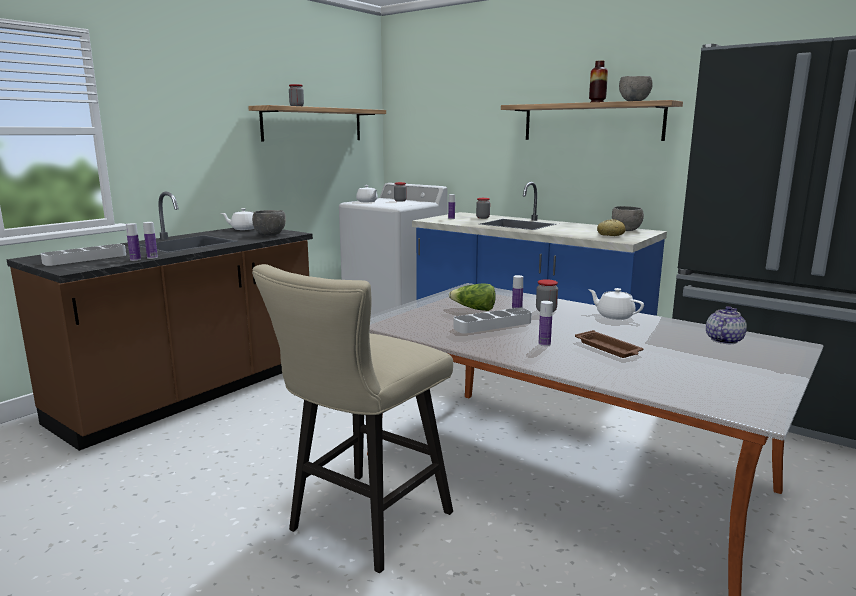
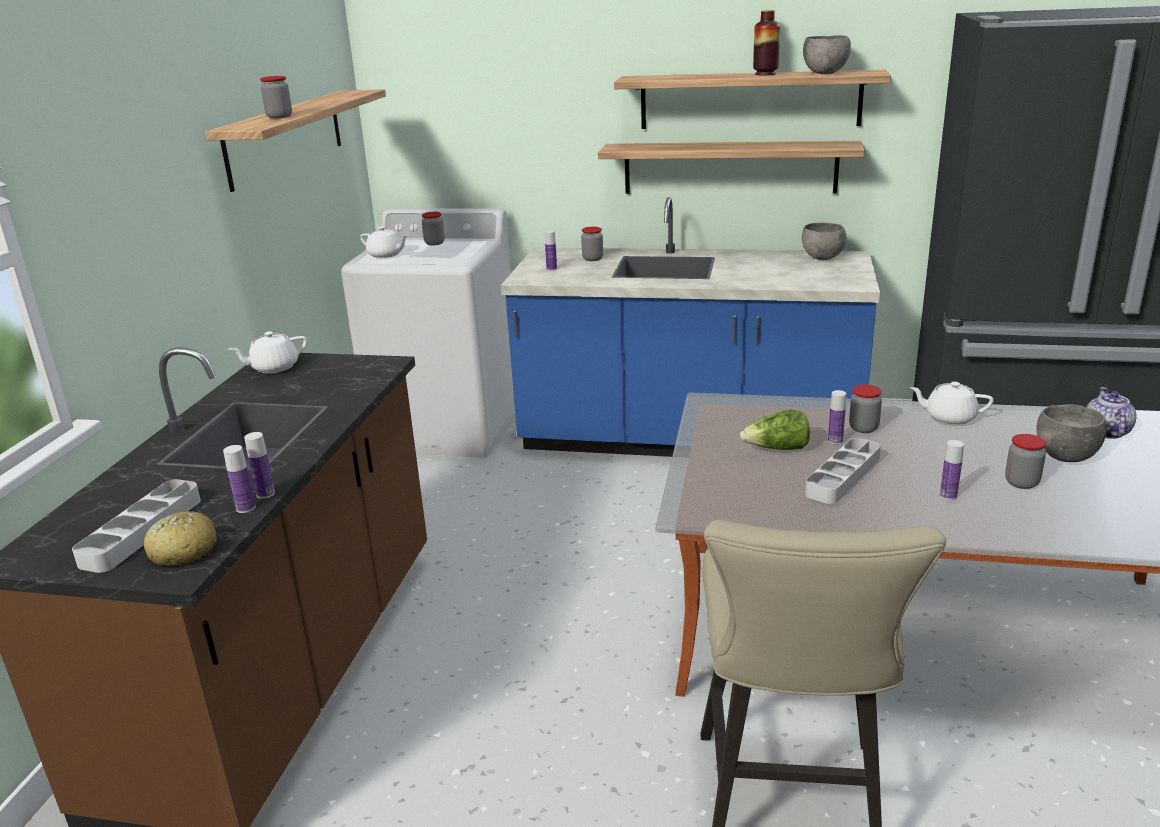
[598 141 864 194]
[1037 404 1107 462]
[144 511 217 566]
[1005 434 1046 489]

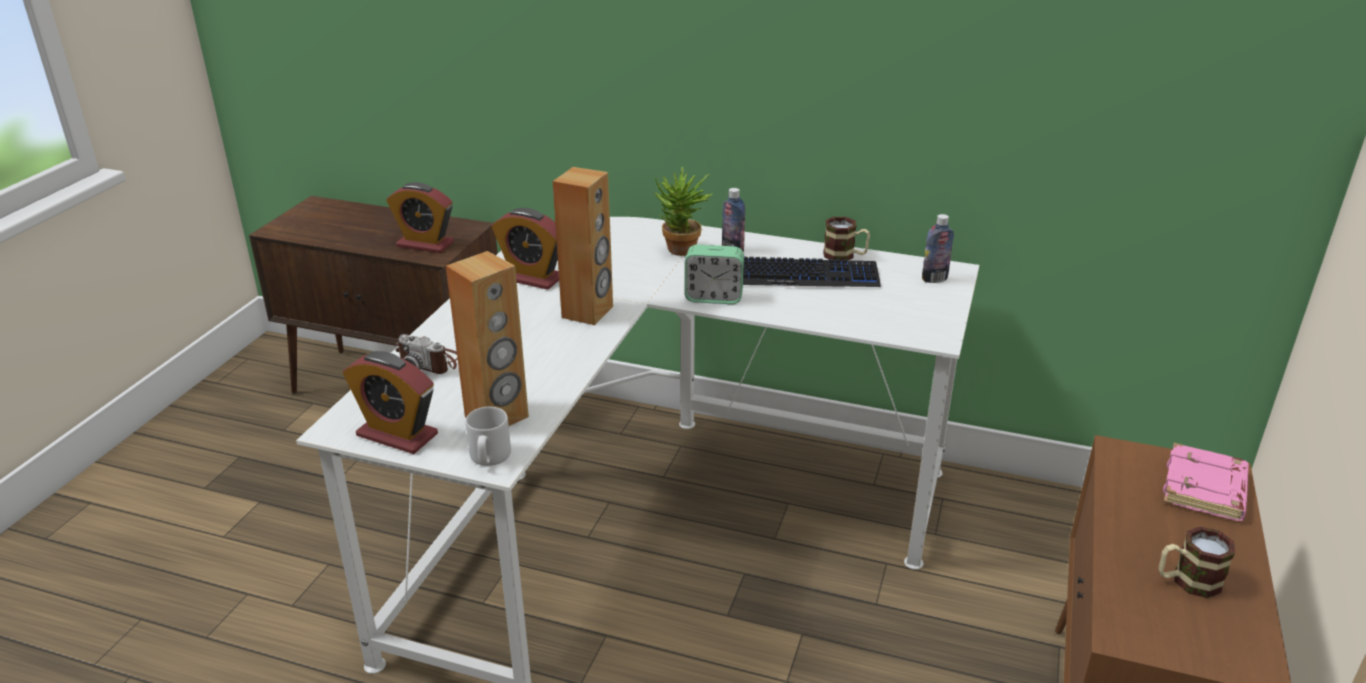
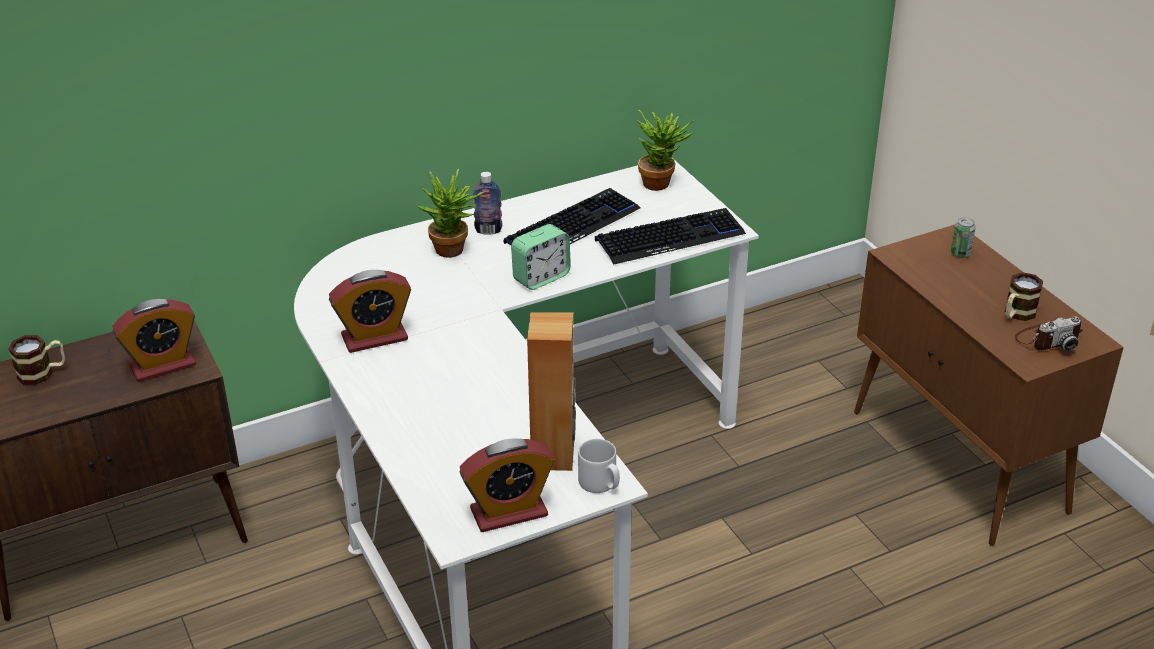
[553 167 613 325] (first image)
[595 208 746 265]
[1015 316 1082 351]
[8 335 65 385]
[637 109 695 191]
[951 217 976 258]

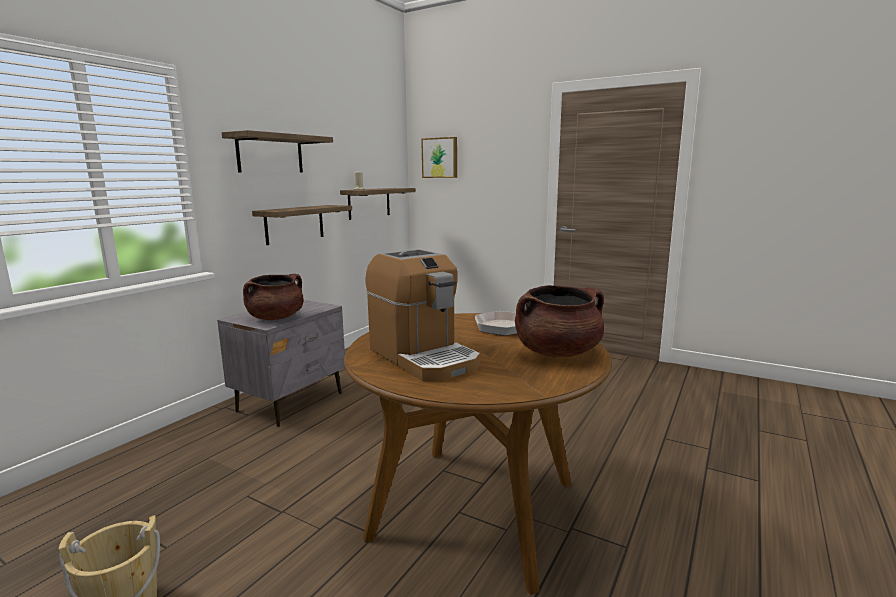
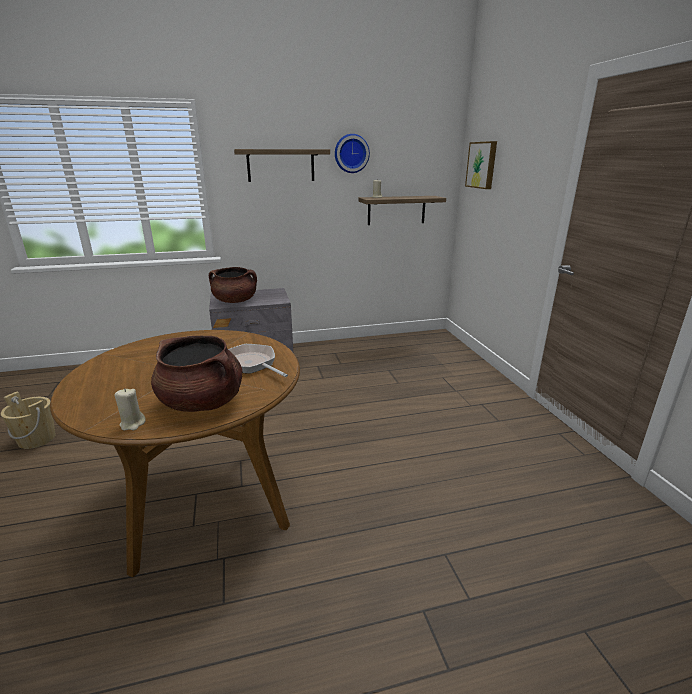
[252 205 352 245] (first image)
[365 249 480 381] (first image)
[115 388 146 431]
[335 134 370 173]

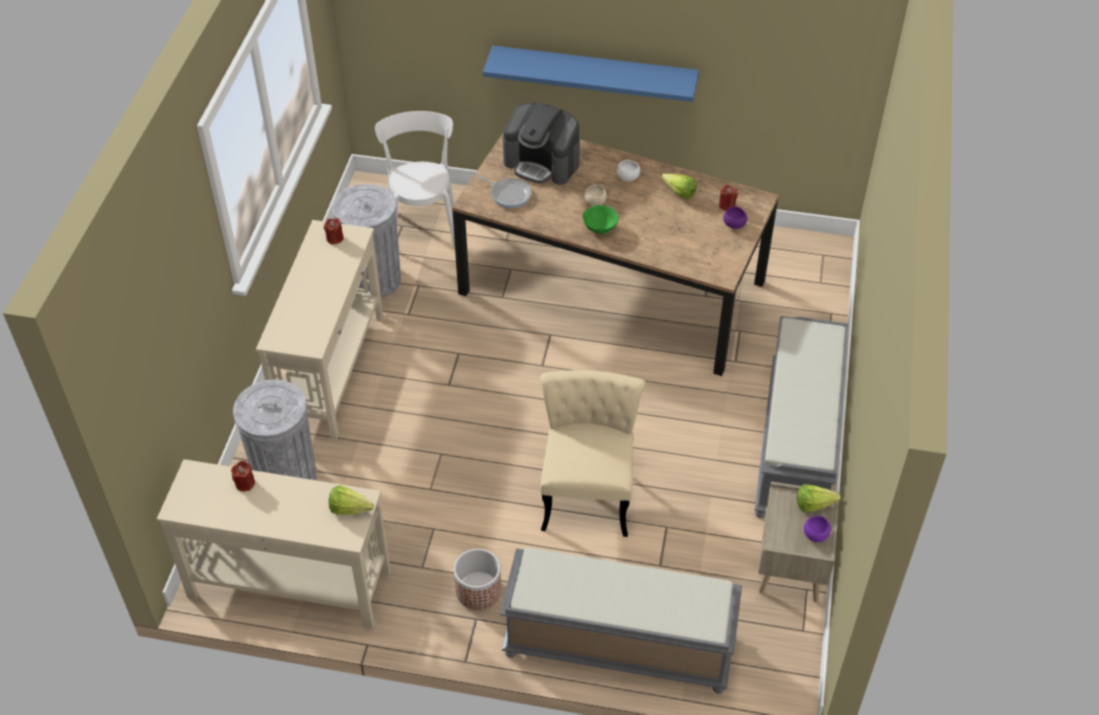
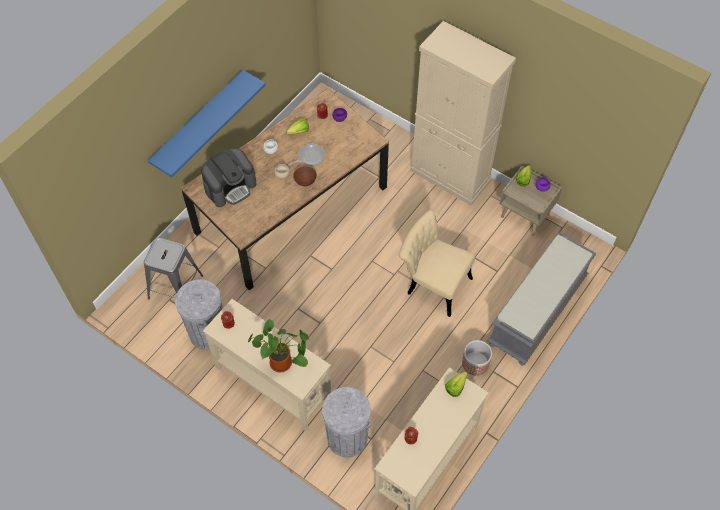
[248 318 309 373]
[288 144 325 166]
[144 238 203 299]
[410 21 516 206]
[293 166 317 186]

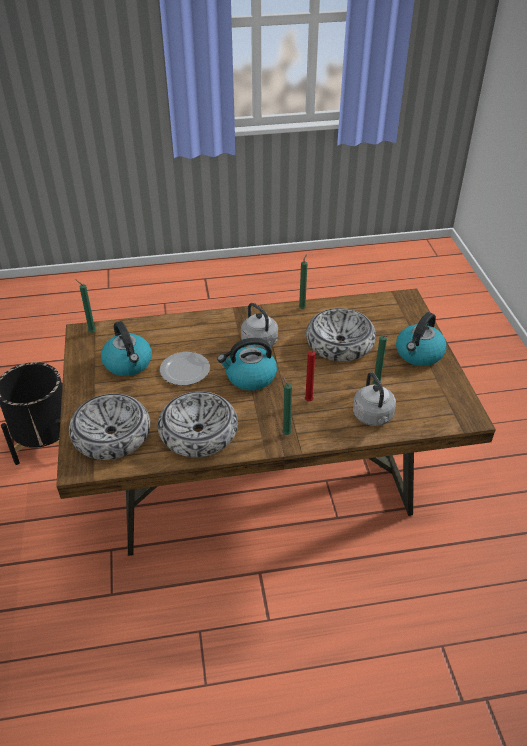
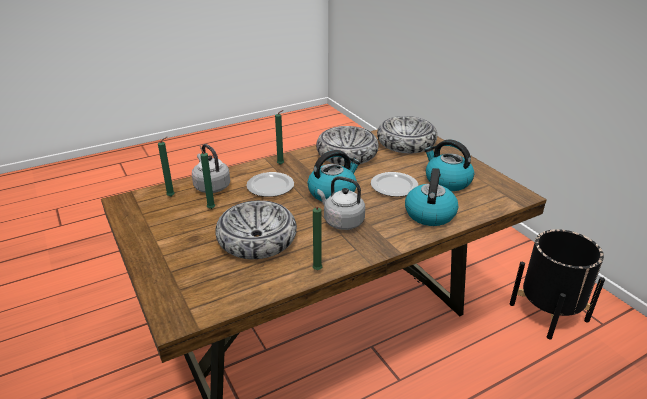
[158 137 175 197]
[405 168 458 226]
[246 172 294 197]

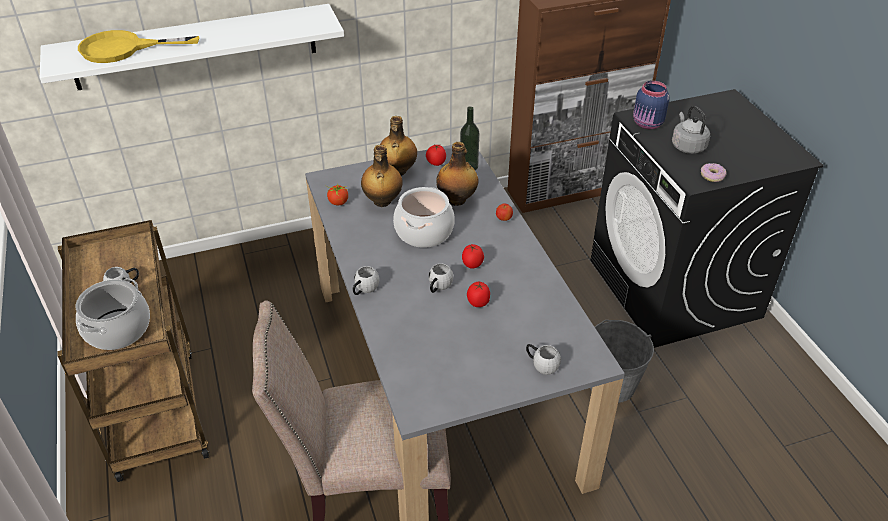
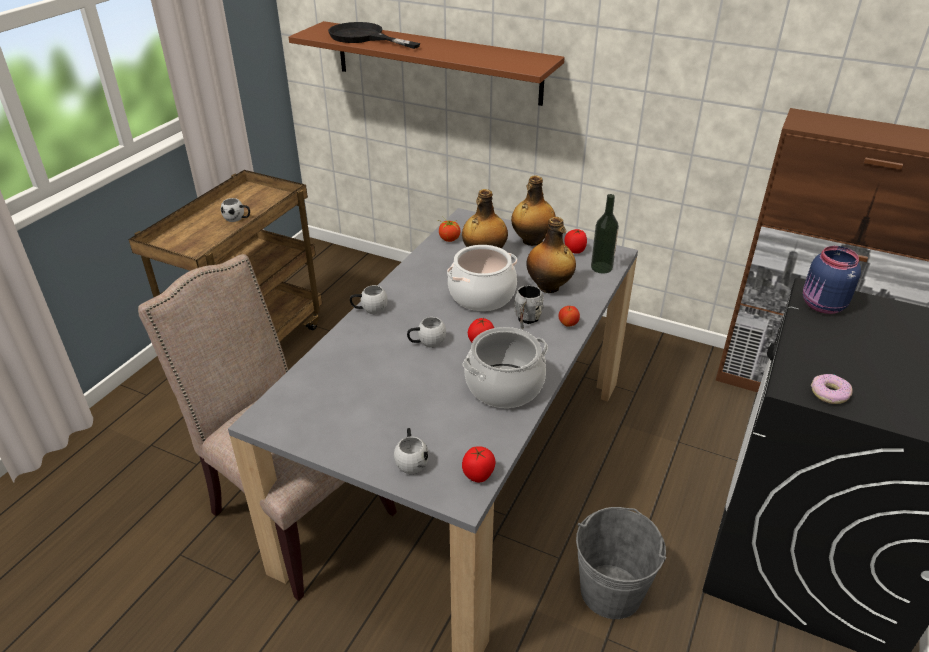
[672 106 710 154] (first image)
[514 285 544 329]
[462 327 548 408]
[462 446 496 482]
[289 21 565 106]
[328 22 420 49]

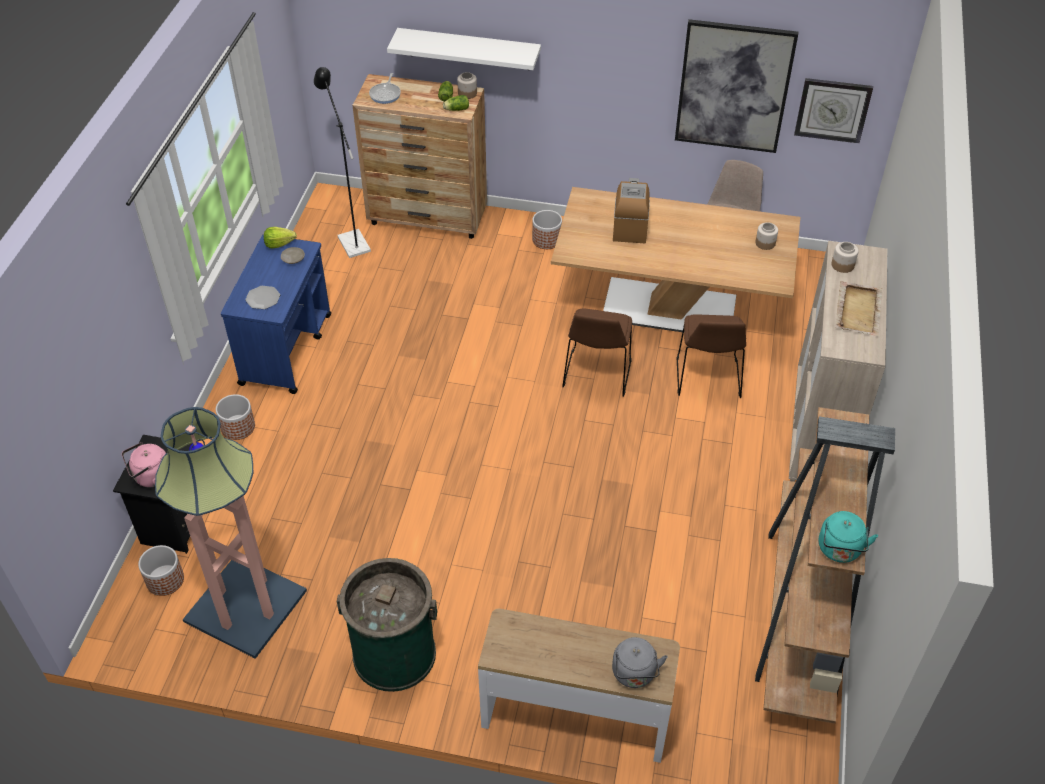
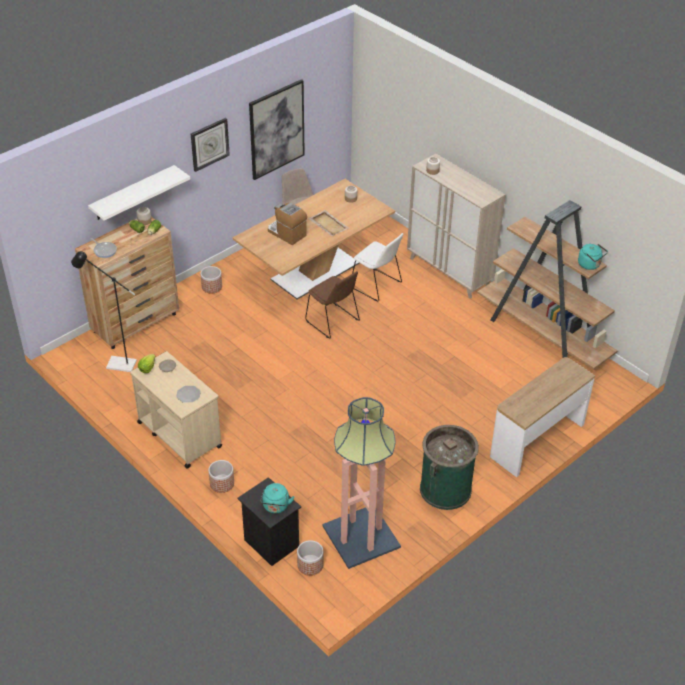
[612 637 667 688] (first image)
[191 118 230 172]
[308 210 349 236]
[261 483 294 514]
[130 351 222 469]
[352 233 403 301]

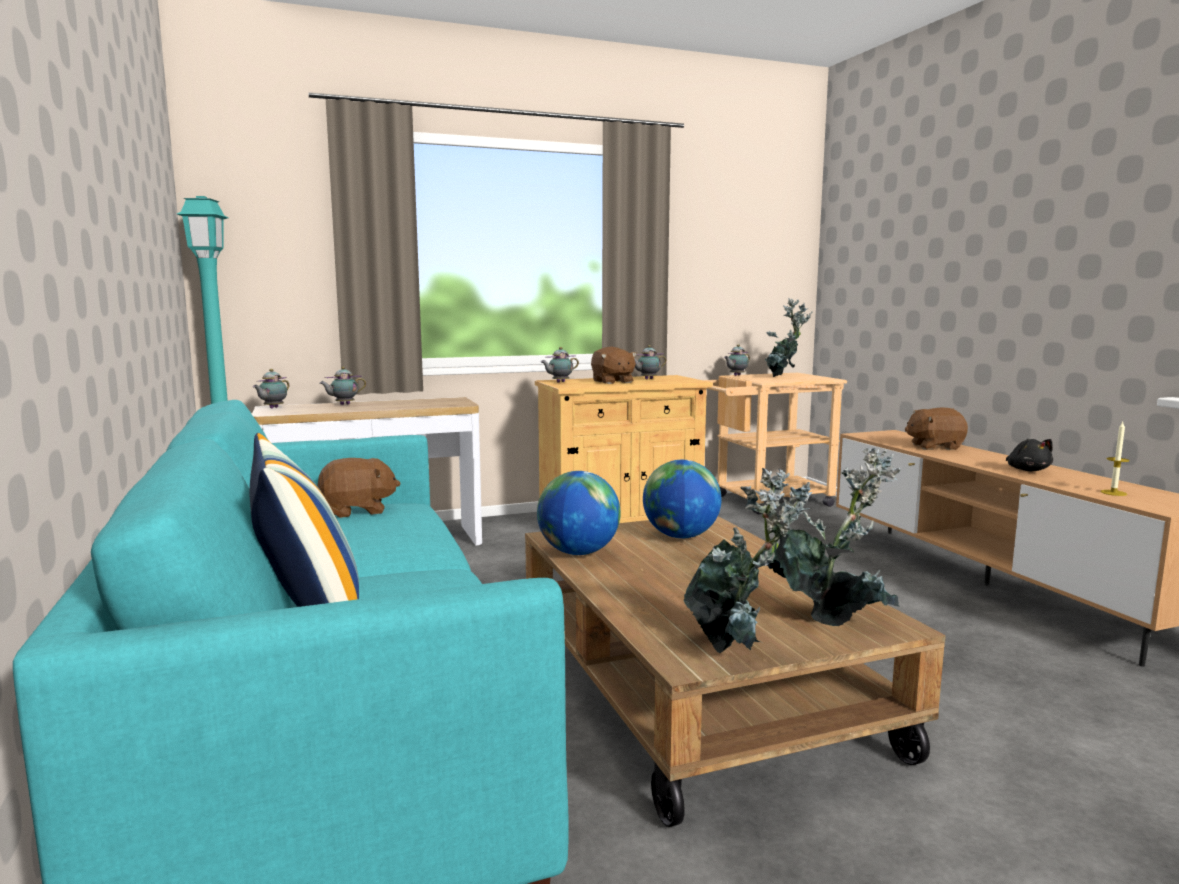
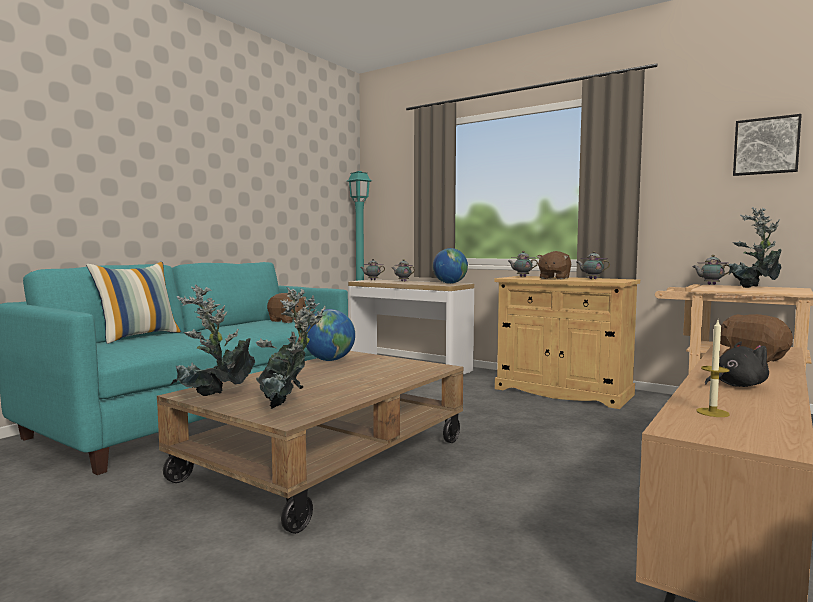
[733 114 802 176]
[433 248 468 284]
[705 342 769 387]

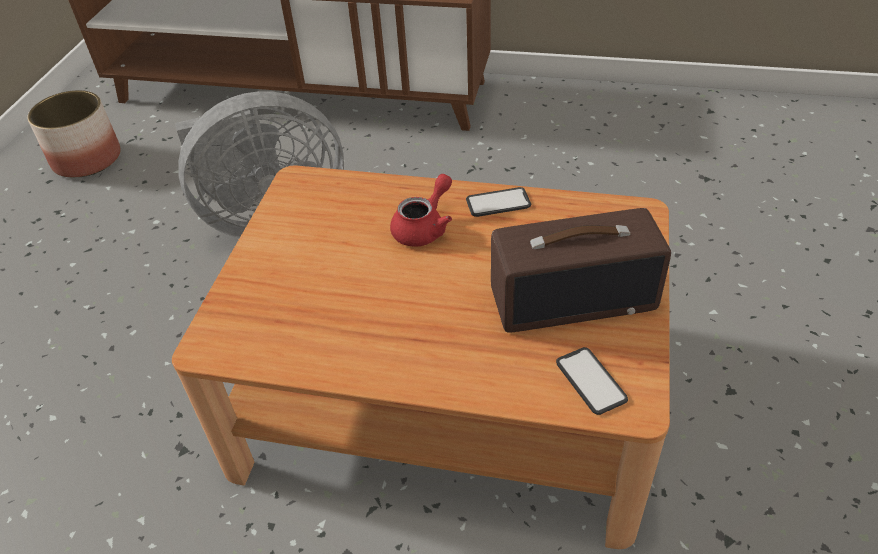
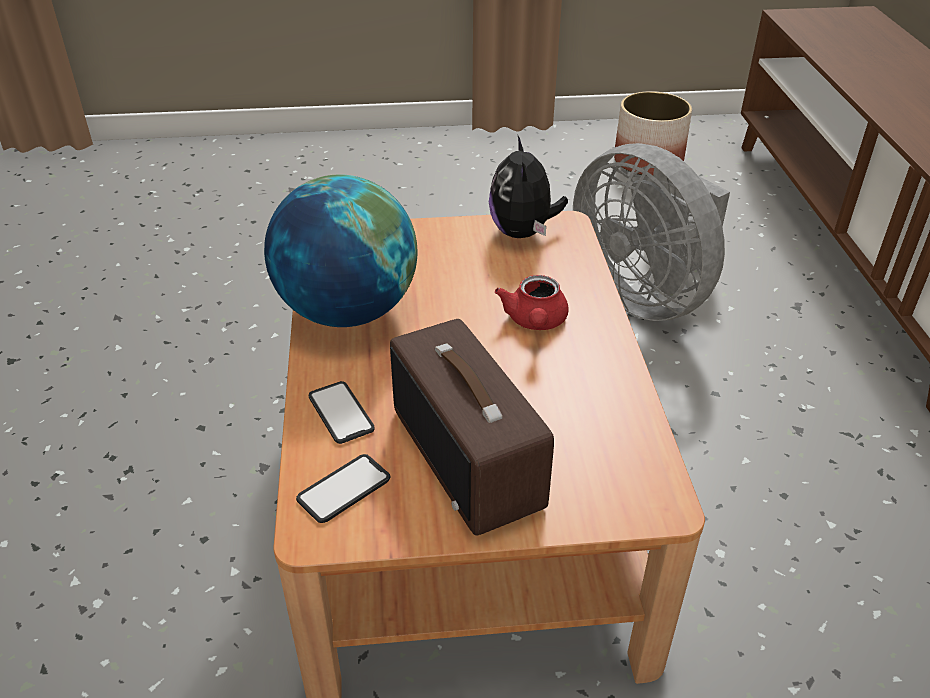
[264 174 418 327]
[489 136 568 238]
[309 381 375 444]
[495 275 568 330]

